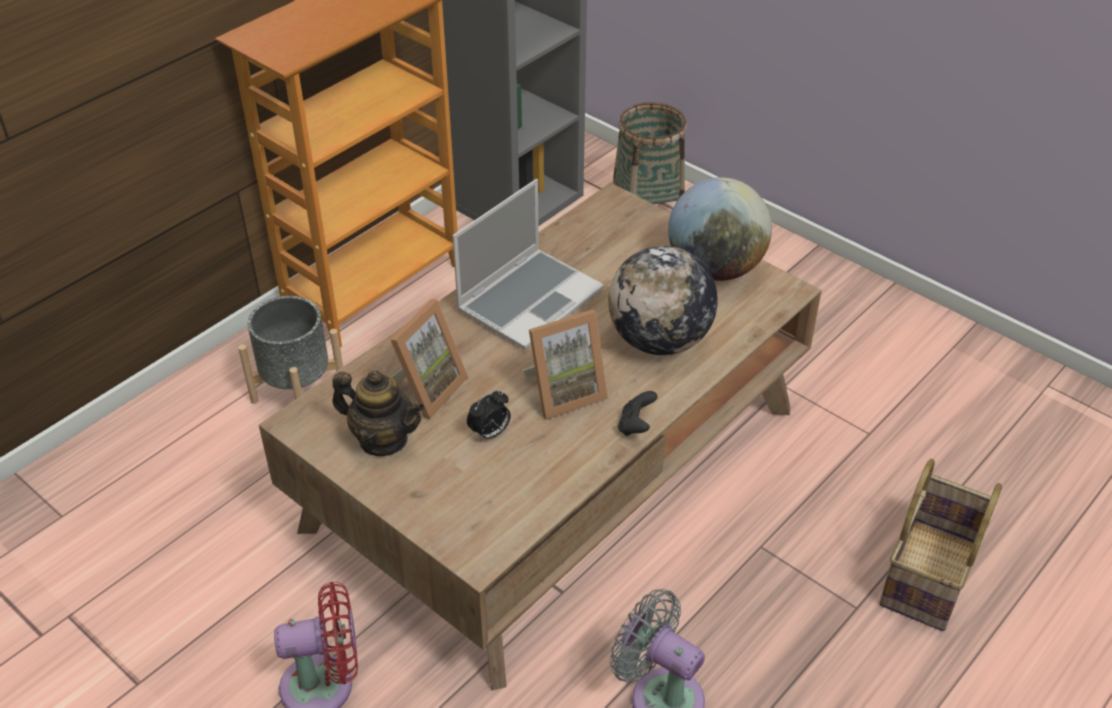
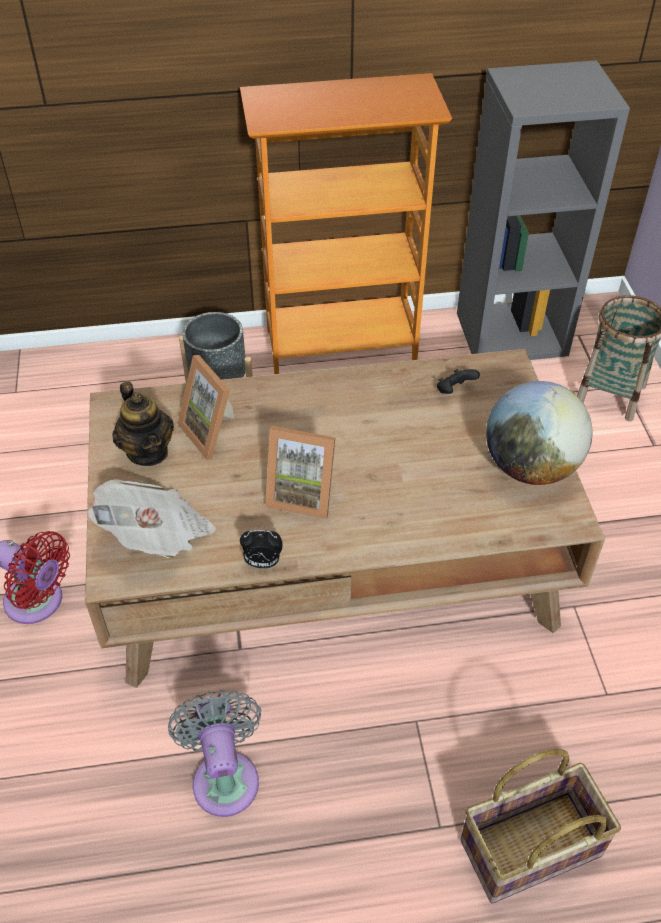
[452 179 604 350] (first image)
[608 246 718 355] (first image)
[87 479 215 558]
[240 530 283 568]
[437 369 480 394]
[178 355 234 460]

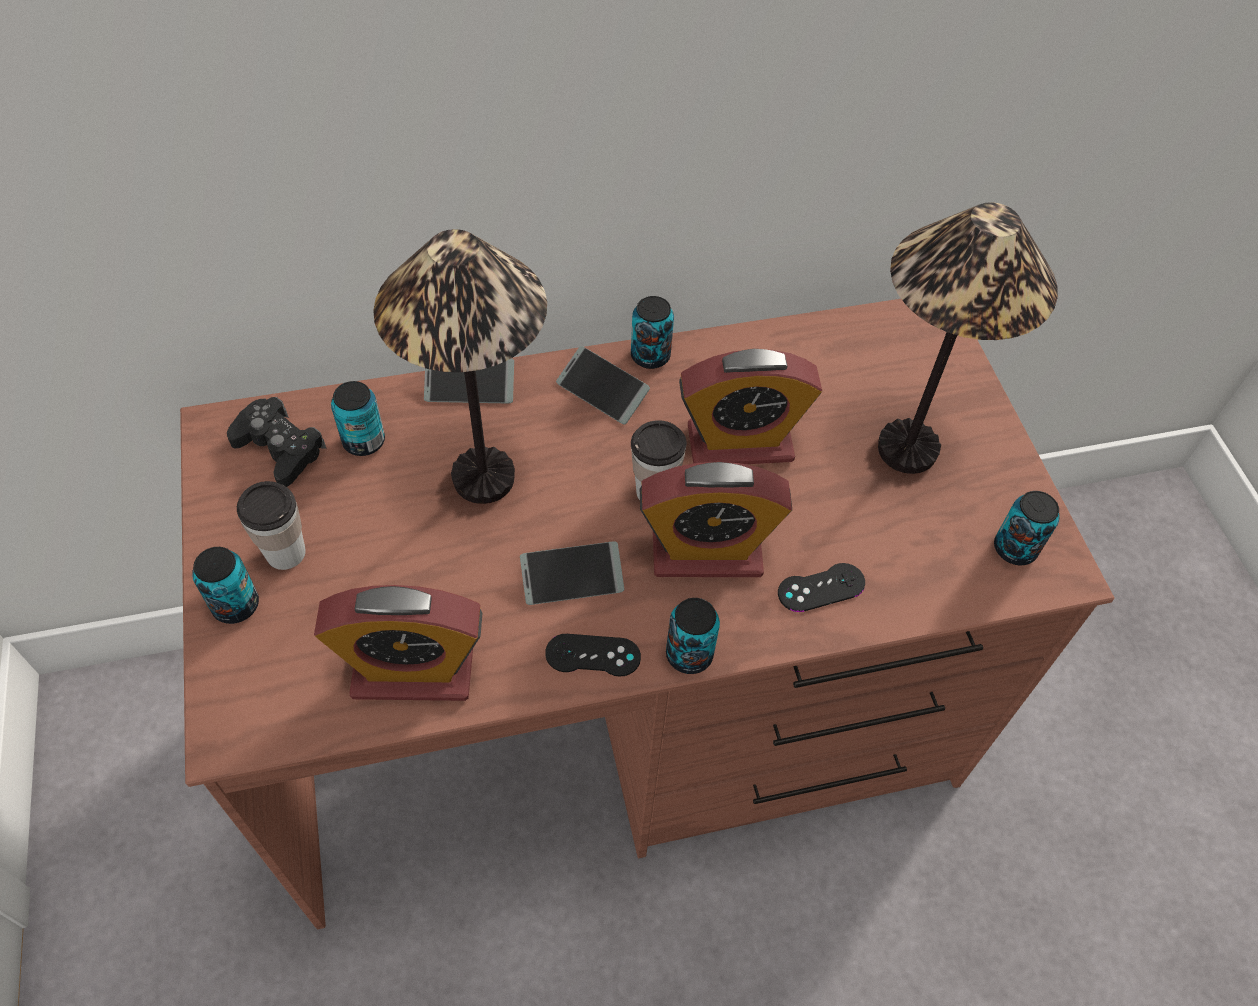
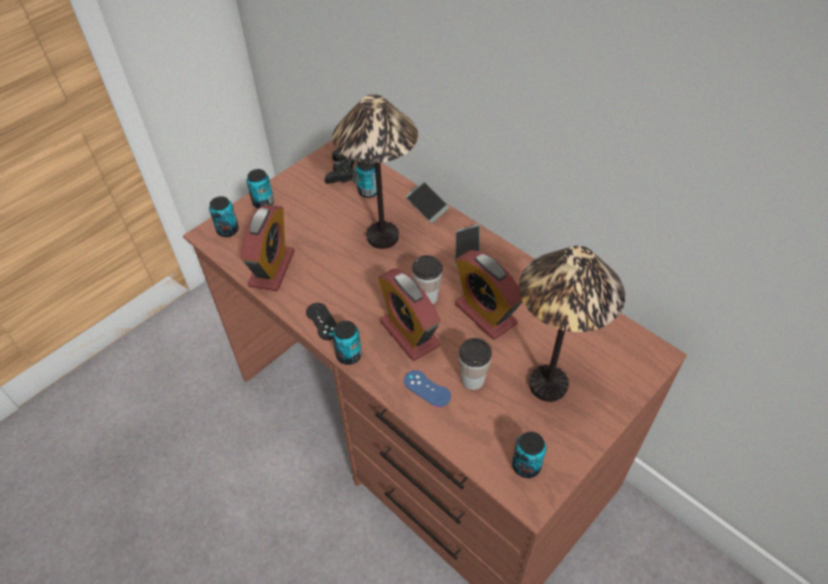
[520 542 624 605] (first image)
[459 338 492 390]
[209 196 239 237]
[404 370 451 407]
[241 205 295 291]

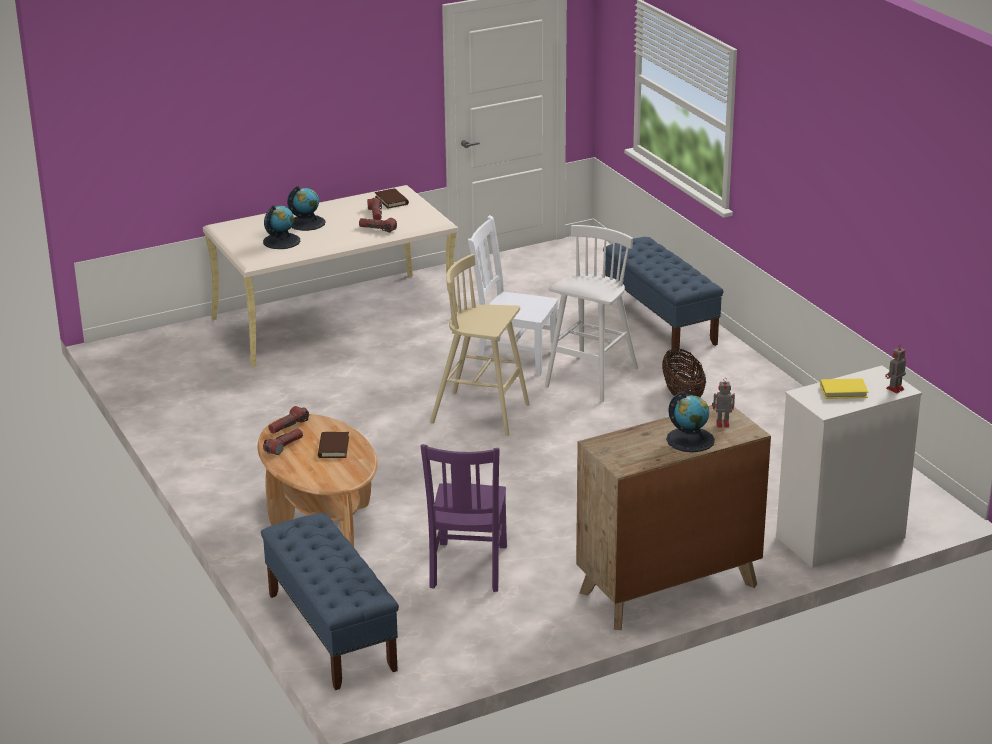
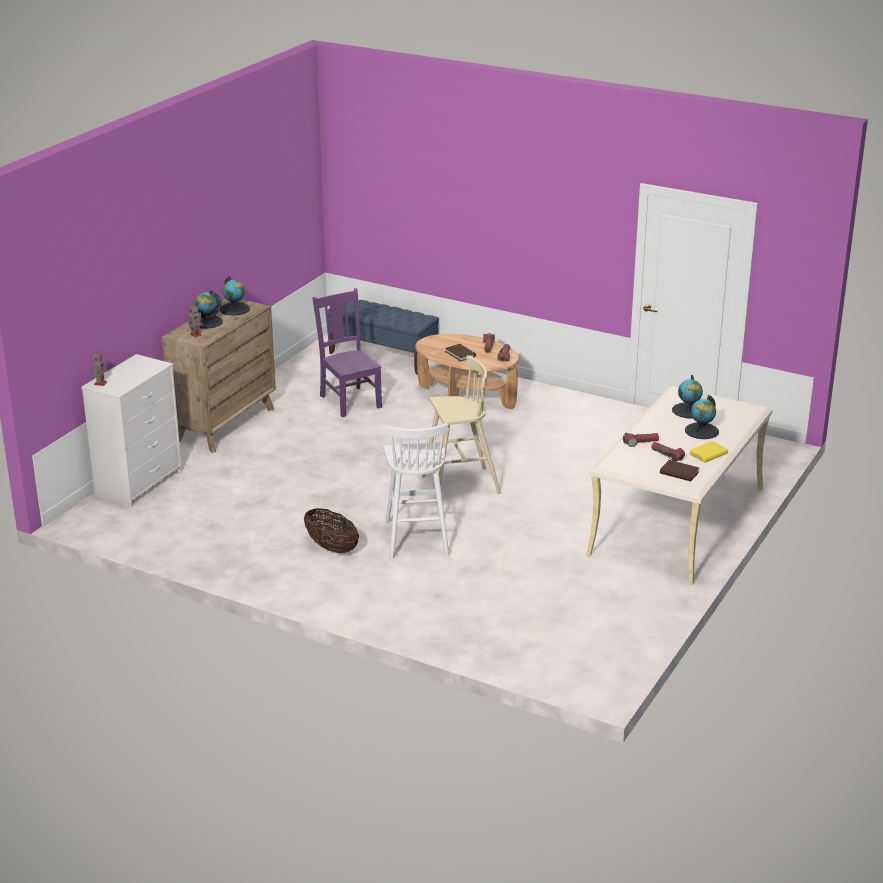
[468 215 558 376] (first image)
[603 237 724 351] (first image)
[220 276 250 315]
[689 441 728 463]

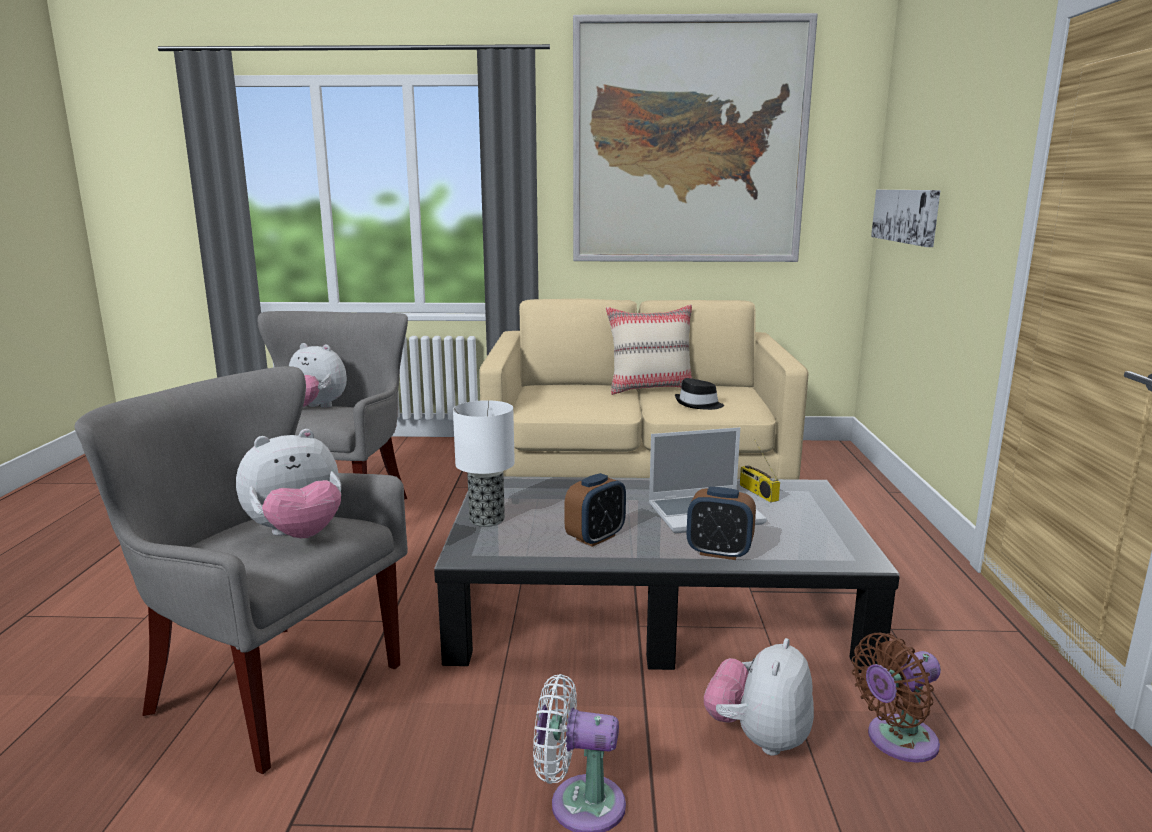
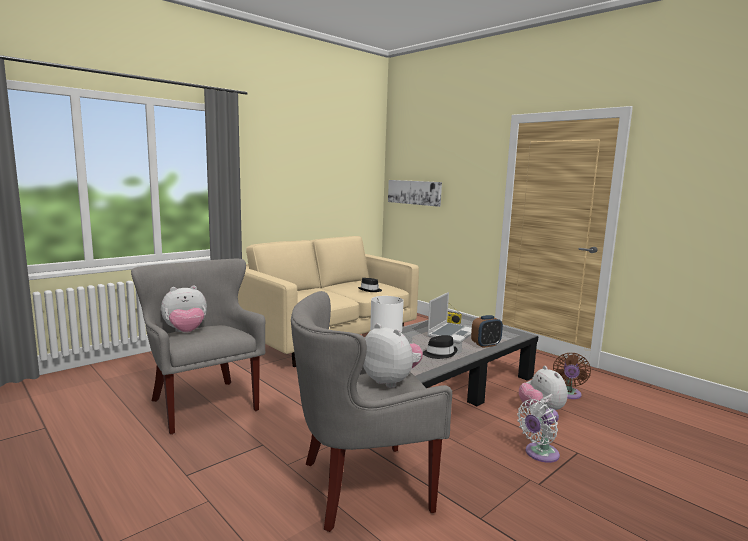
[573 13 818 262] (first image)
[606 304 693 395] (first image)
[423 335 458 359]
[363 323 423 388]

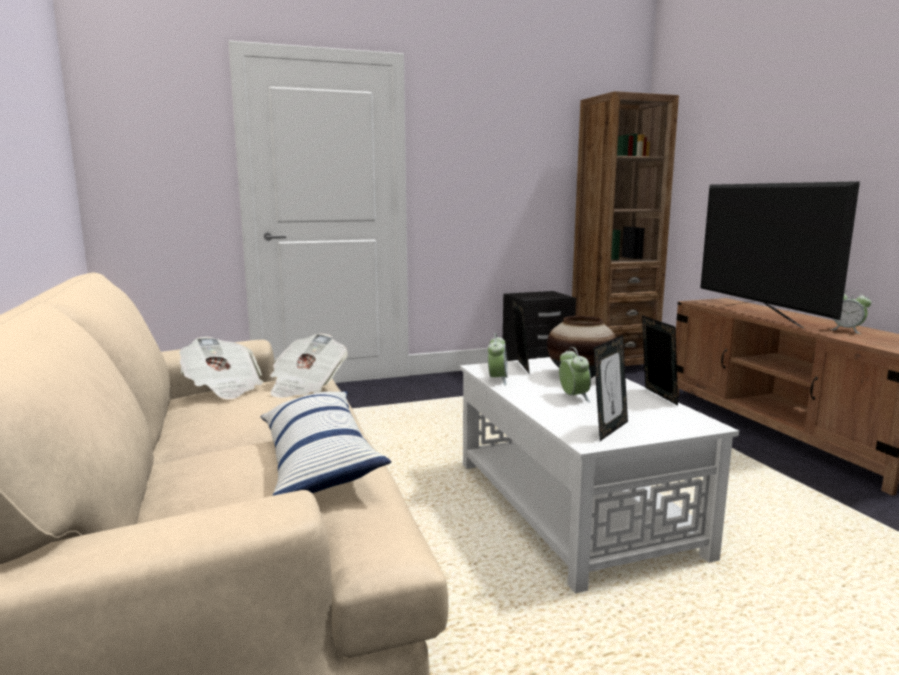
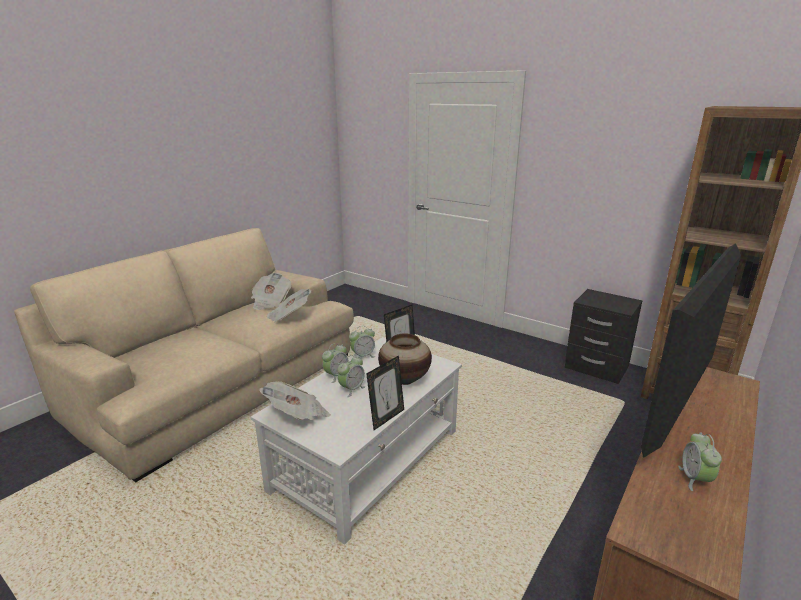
[260 391 391 496] (first image)
[322 343 348 383]
[259 381 331 420]

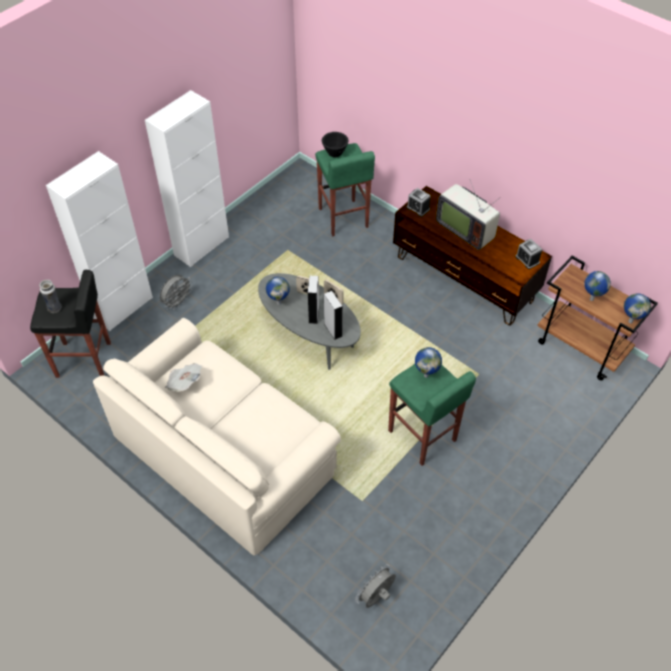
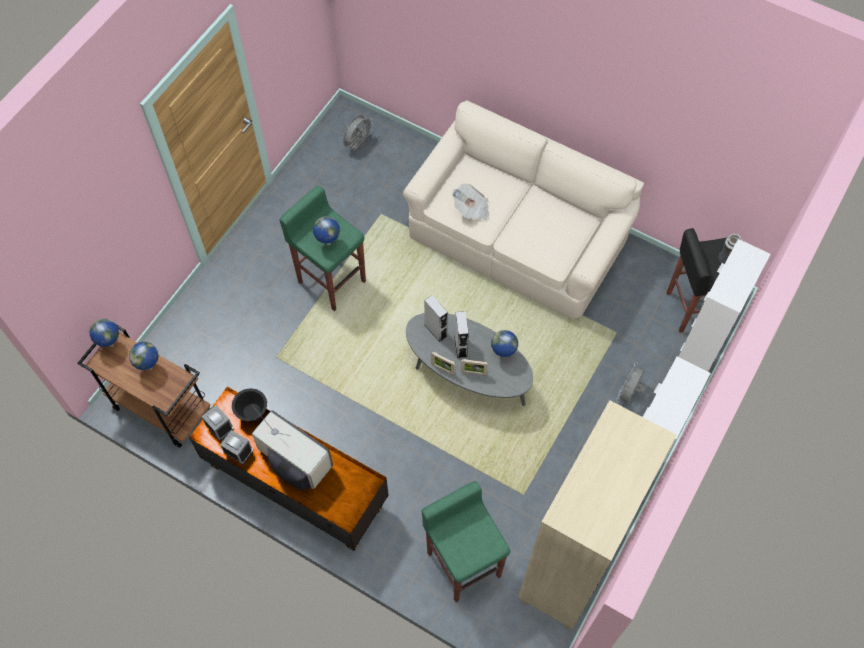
[518 400 677 630]
[452 184 489 221]
[232 388 267 422]
[220 430 253 464]

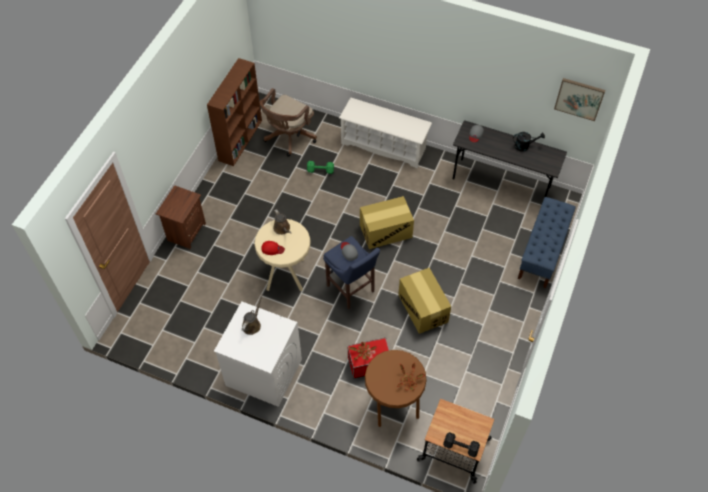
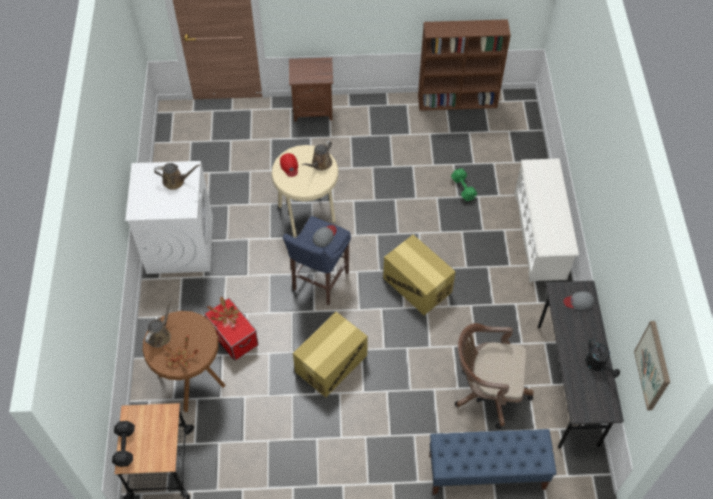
[145 297 173 348]
[455 323 534 429]

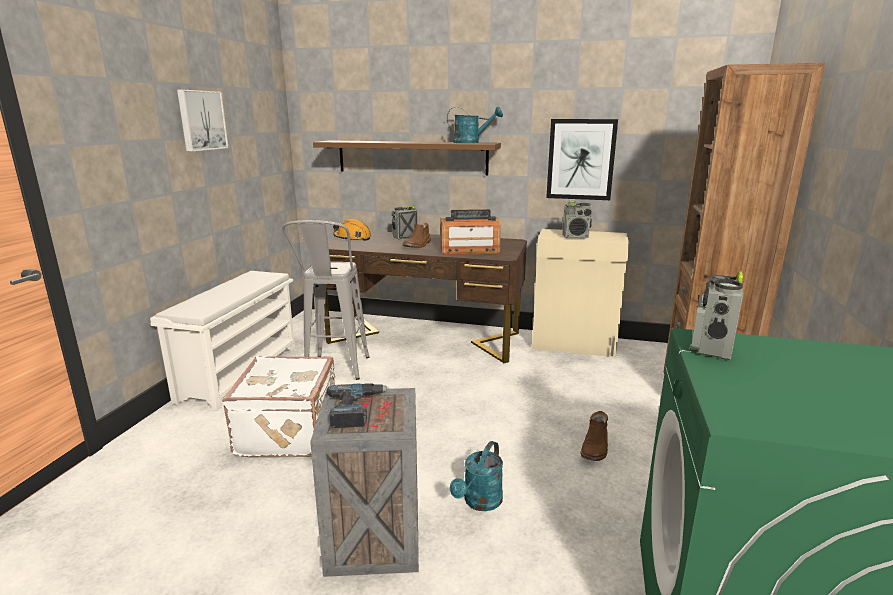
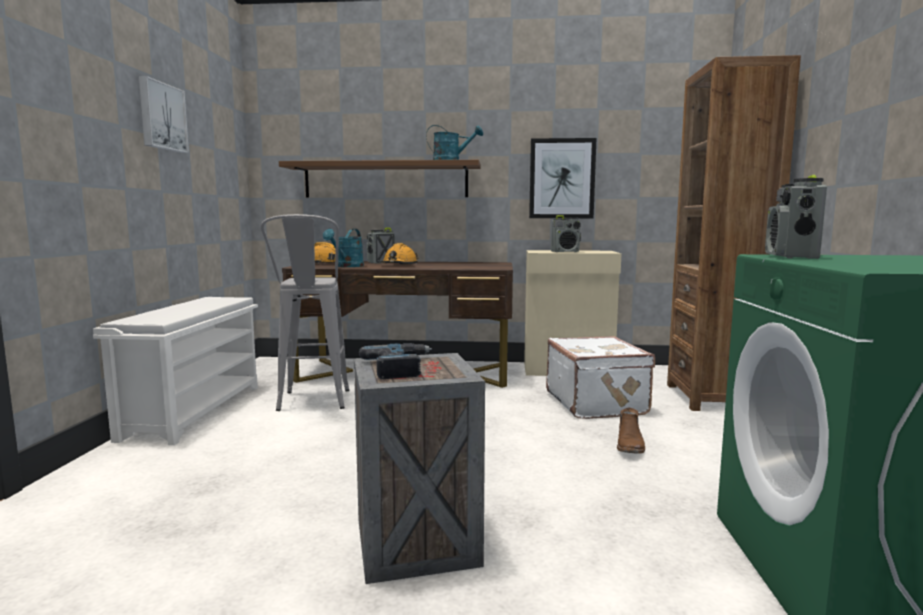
[441 209 501 255] (first image)
[546 336 655 419]
[323 229 364 267]
[382 243 419 264]

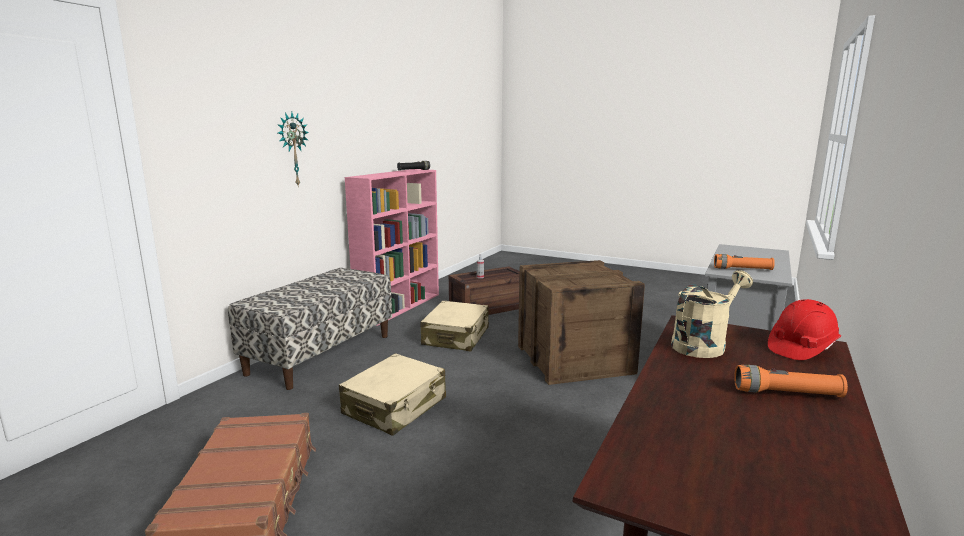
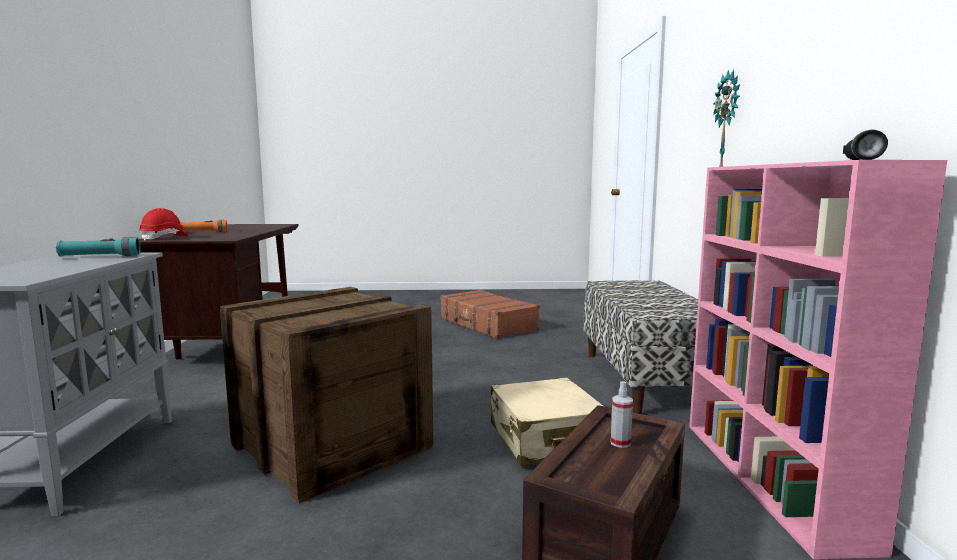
[339 353 446 436] (first image)
[671 270 753 358] (first image)
[56 237 141 257]

